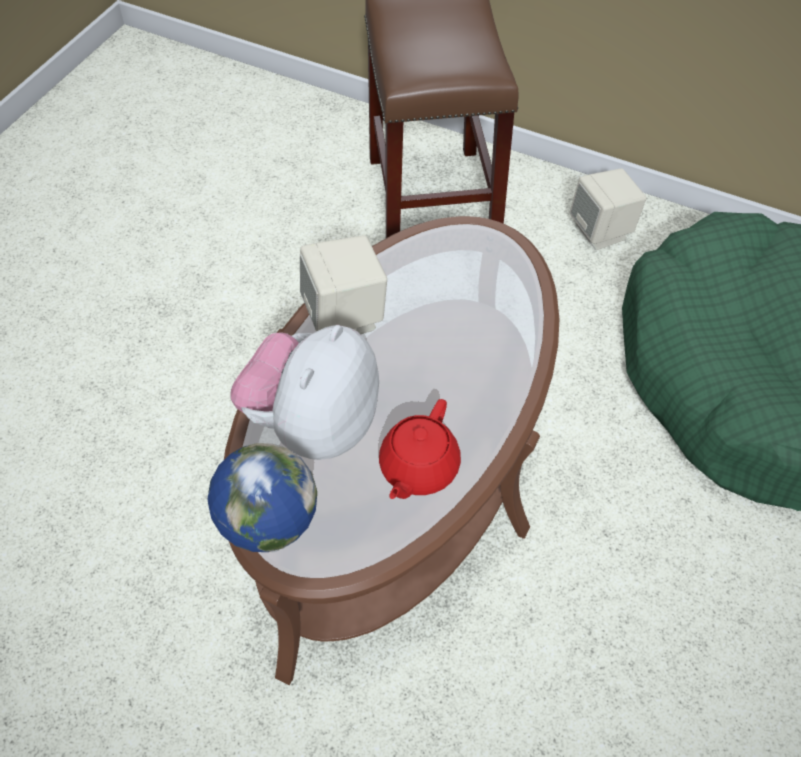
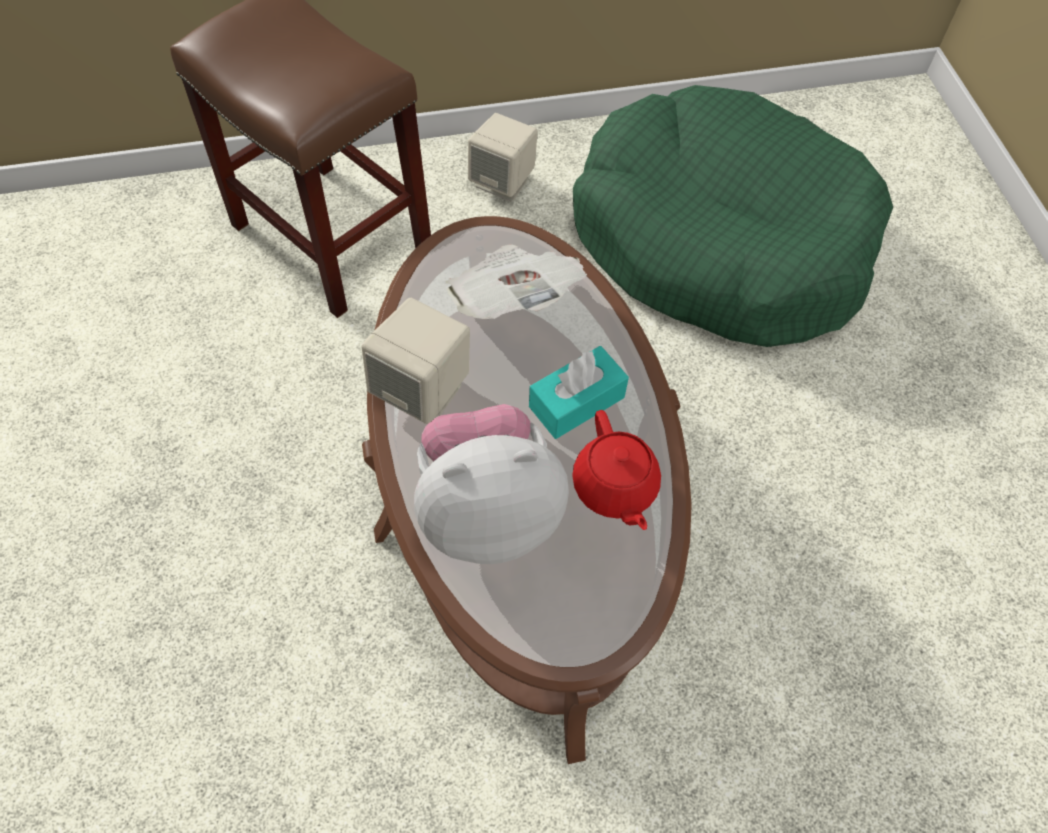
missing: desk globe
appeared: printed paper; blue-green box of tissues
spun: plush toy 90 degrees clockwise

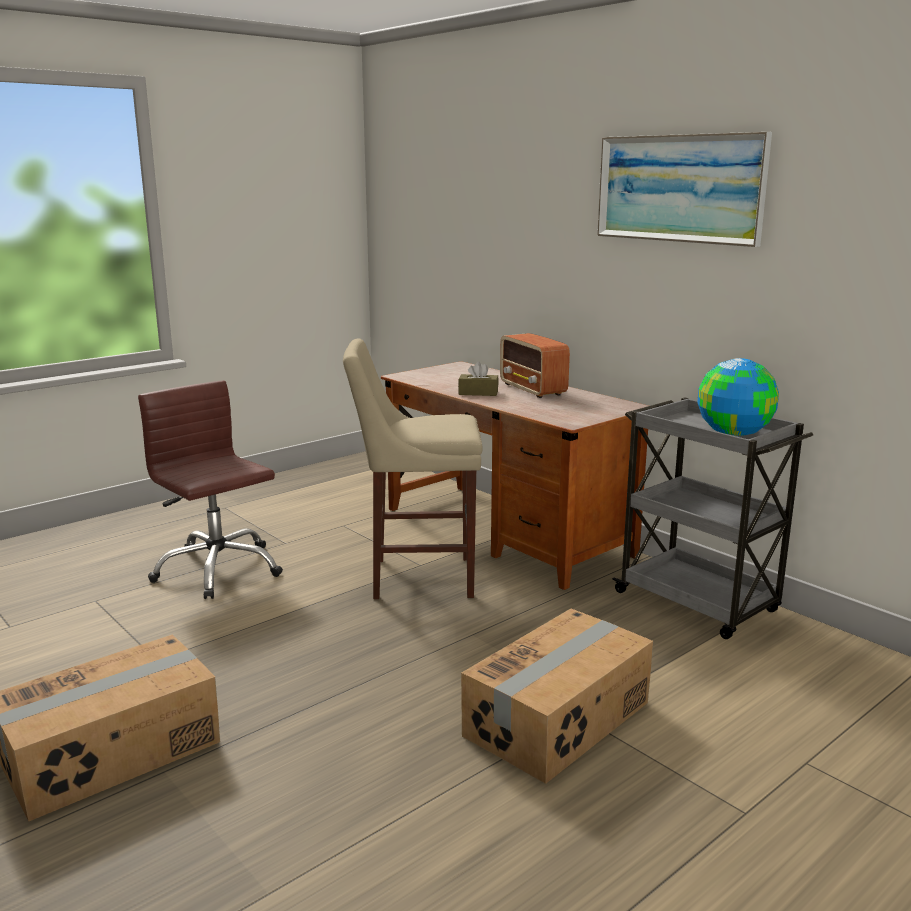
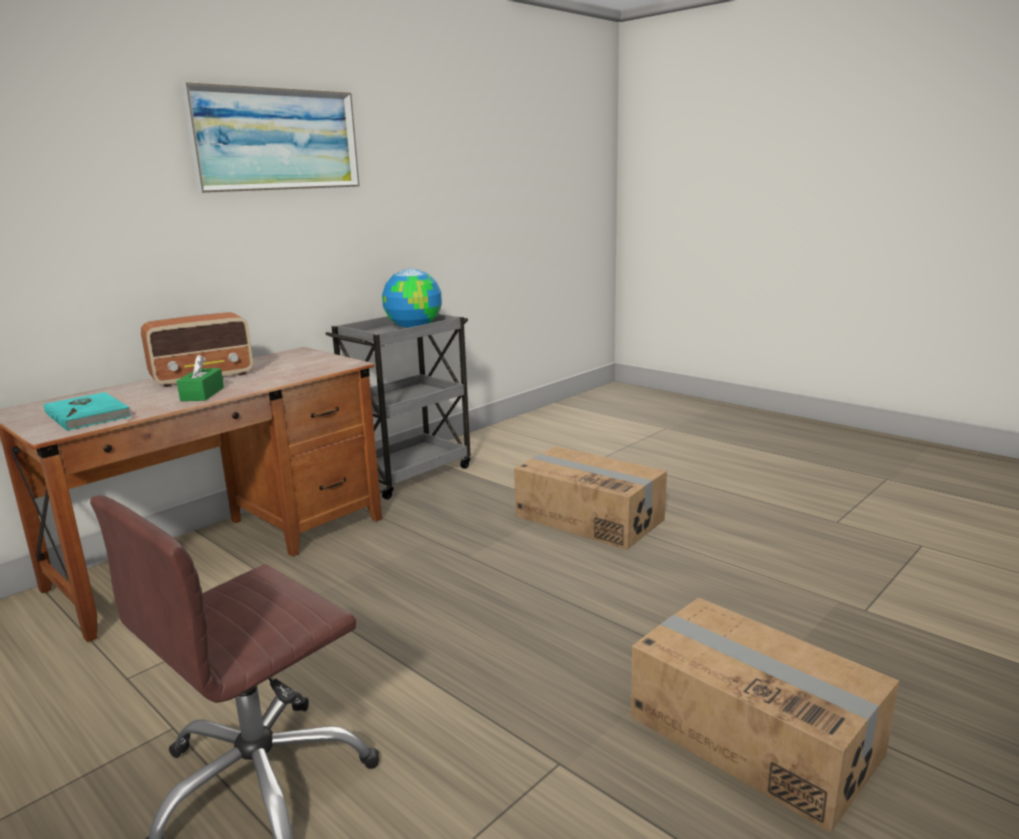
missing: beige-coloured sitting stool
appeared: blue-green book
colour: brown-coloured box of tissues to greenish box of tissues

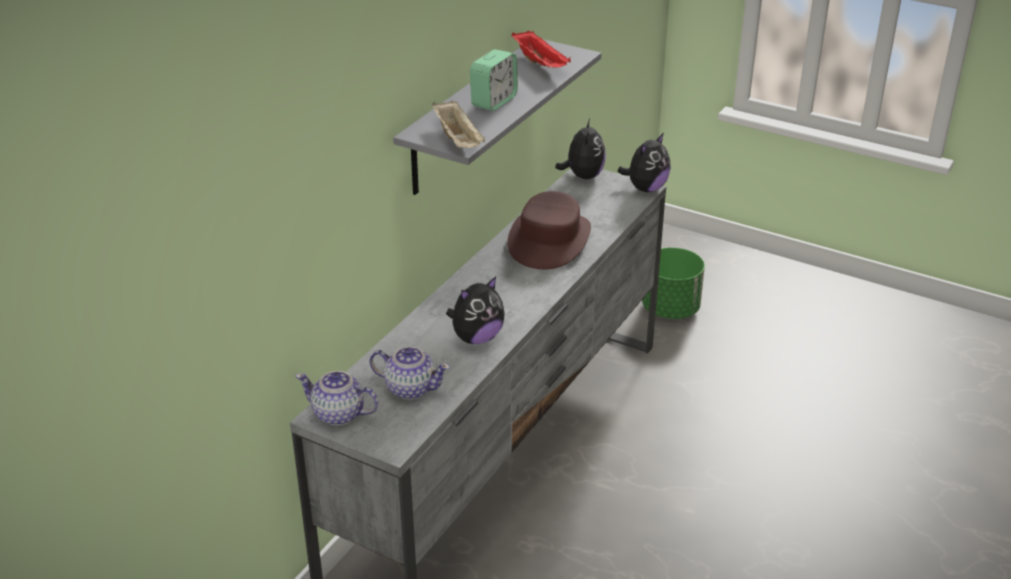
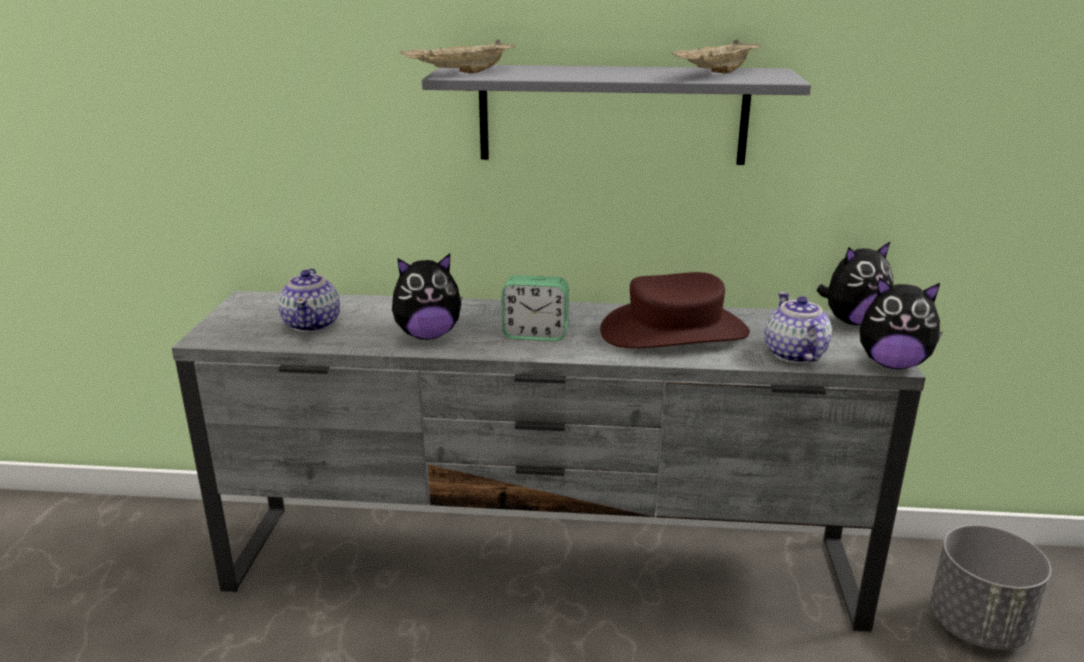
relocated: pot for tea (no. 1 from left in the first image) to pot for tea (no. 2 from left); alarm clock
colour: reddish tray to beige-coloured tray (no. 2 from left); greenish plant pot to grey plant pot
spun: plush toy (no. 1 from left) 45 degrees counterclockwise

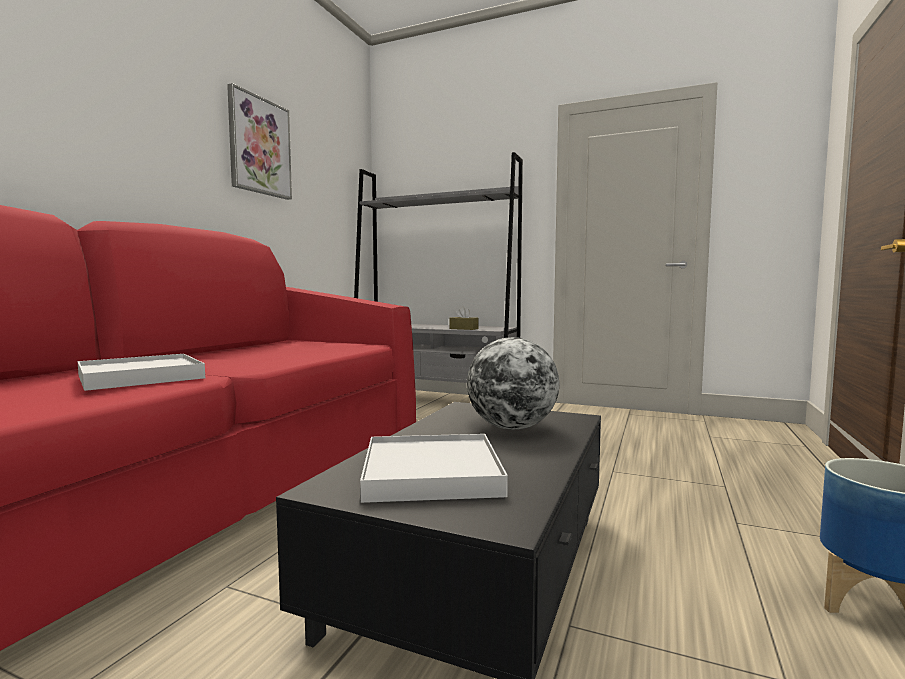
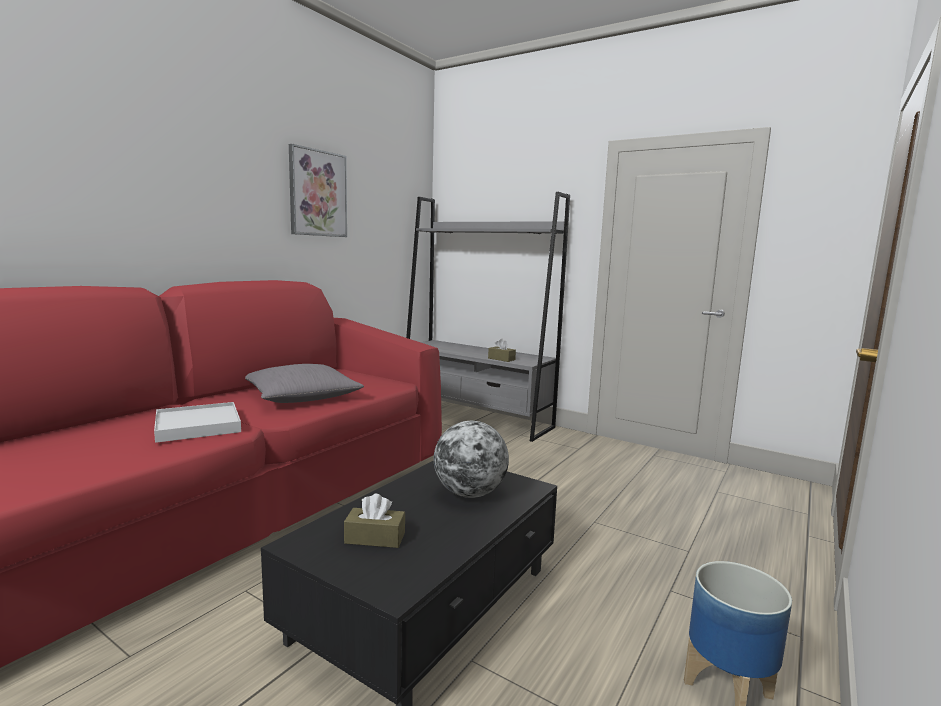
appeared: grey throw pillow
exchanged: white tray (no. 2 from left) to brown-coloured box of tissues (no. 1 from left)

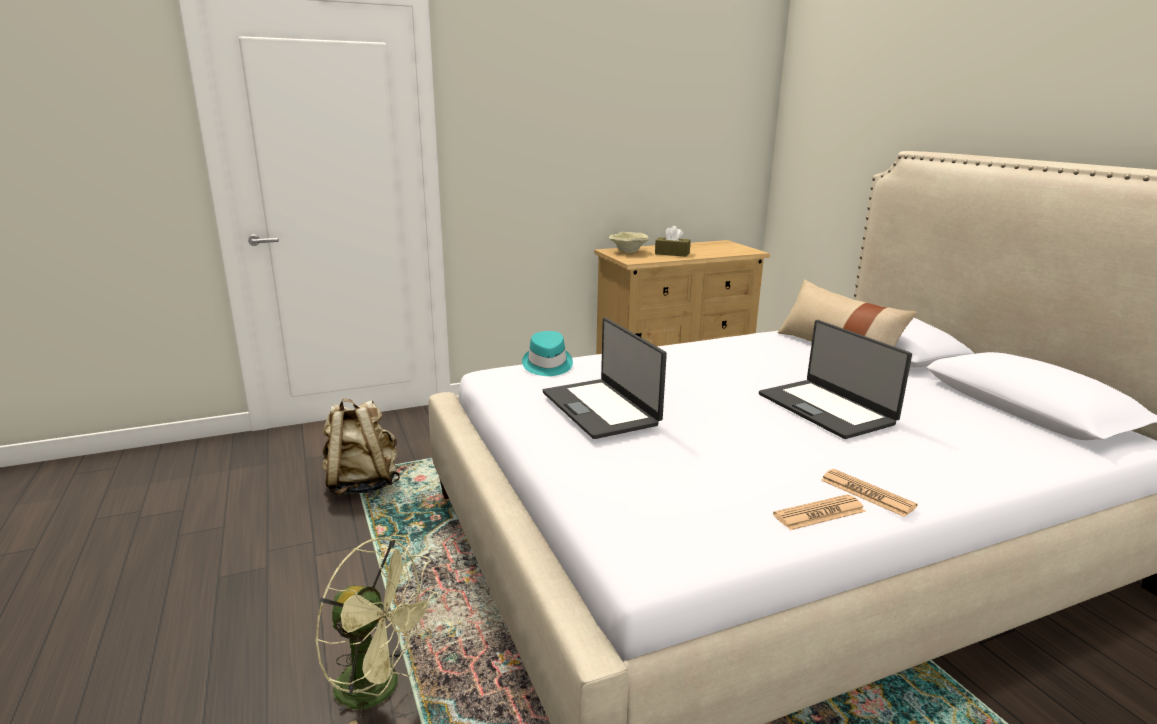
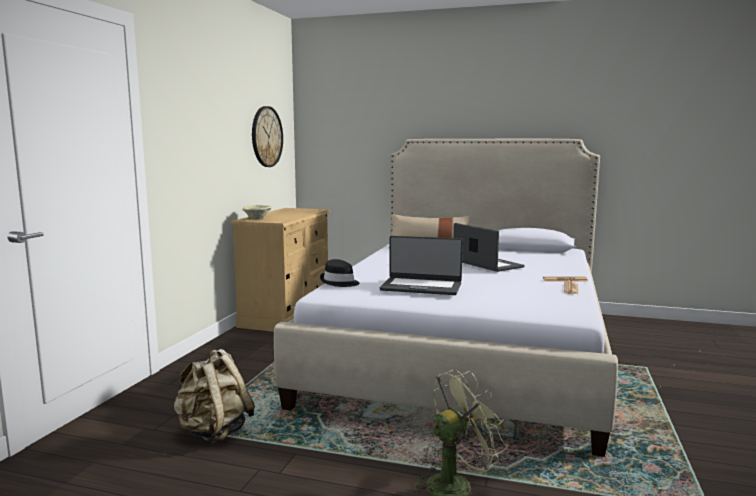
missing: brown-coloured box of tissues
appeared: hanging clock
colour: blue-green wearable hat to blackish wearable hat
spun: portable computer (no. 2 from left) 135 degrees counterclockwise

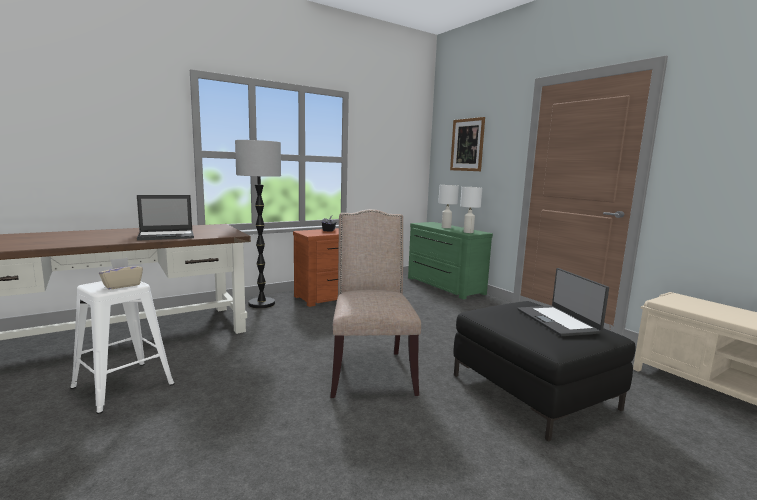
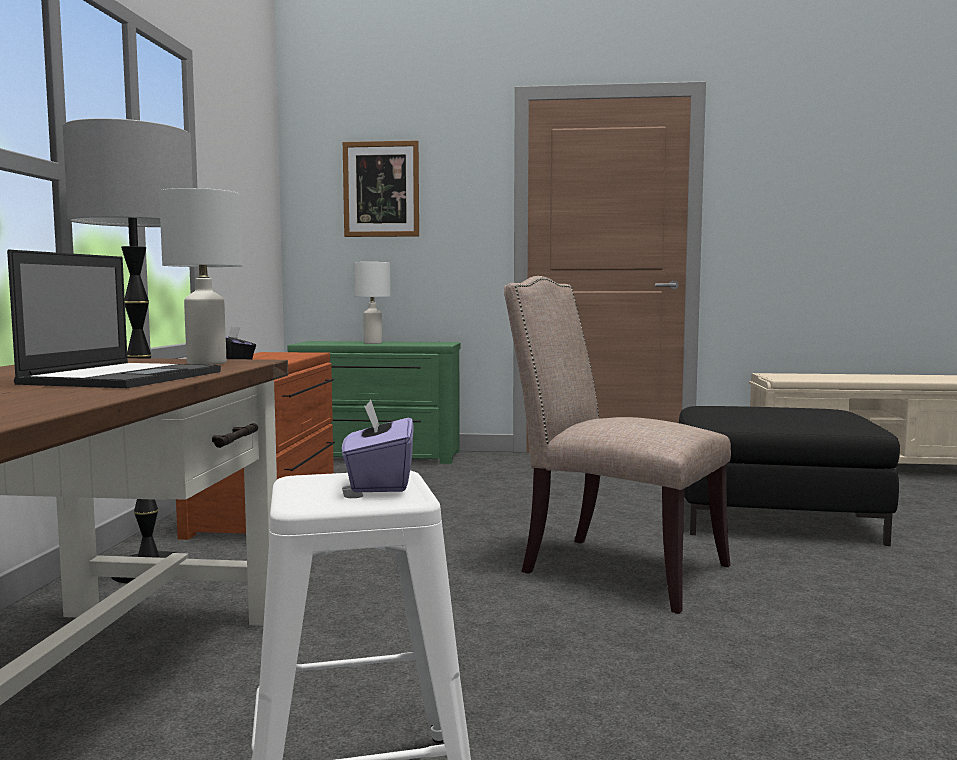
missing: portable computer (no. 2 from left)
relocated: white lamp for a table (no. 2 from left in the first image) to white lamp for a table (no. 1 from left)
colour: beige-coloured box of tissues to purplish box of tissues

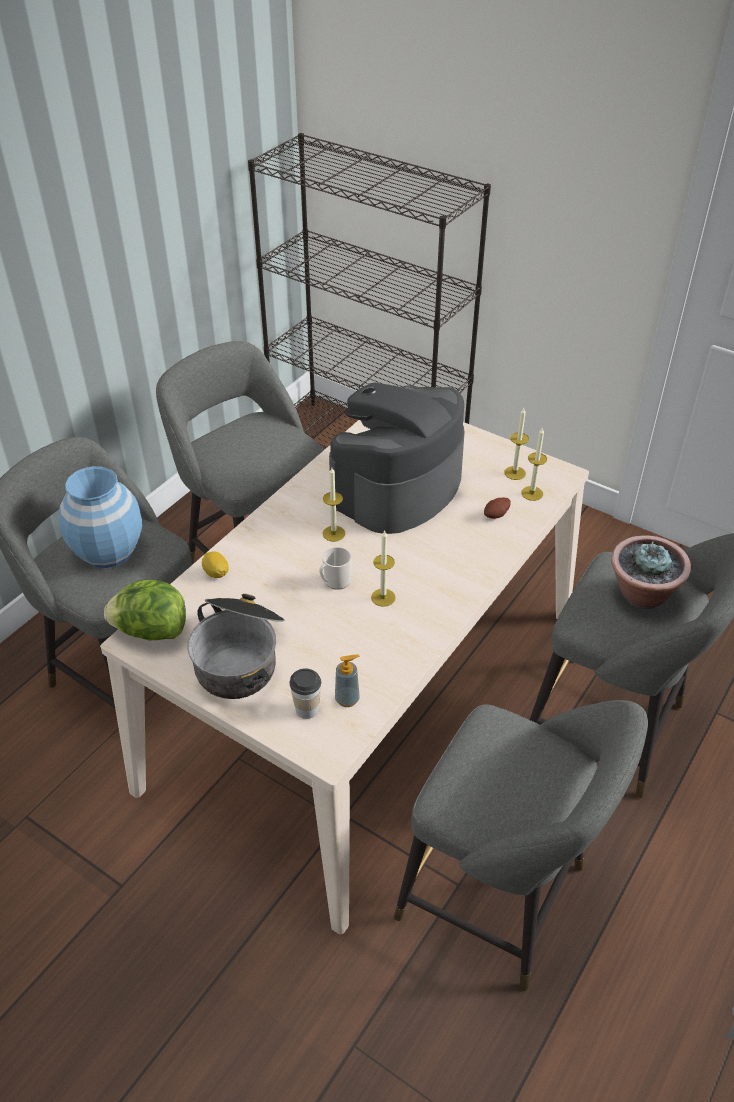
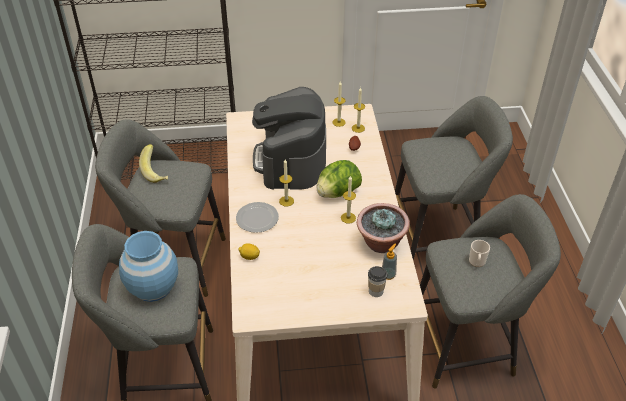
missing: stockpot
appeared: banana; plate
relocated: lettuce; coffee mug; plant in a pot

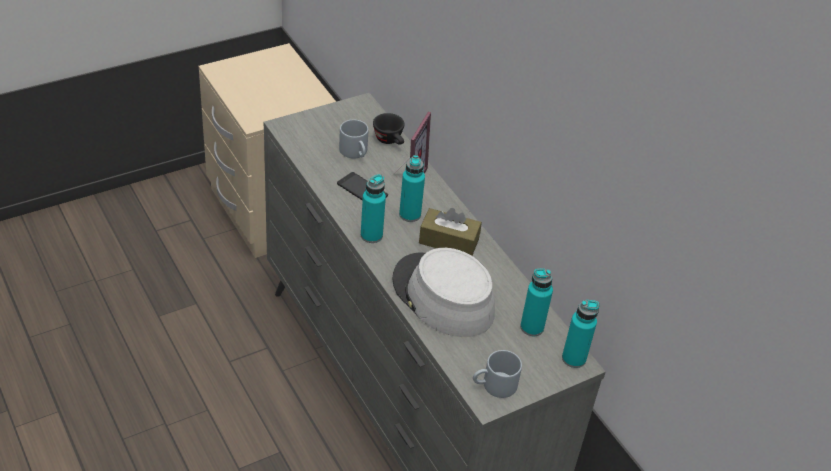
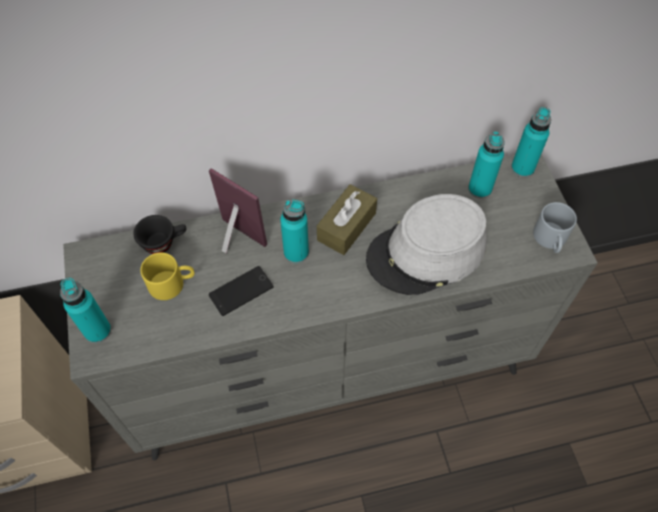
relocated: blue-green drink bottle (no. 1 from left)
colour: grey coffee mug (no. 1 from left) to yellow coffee mug

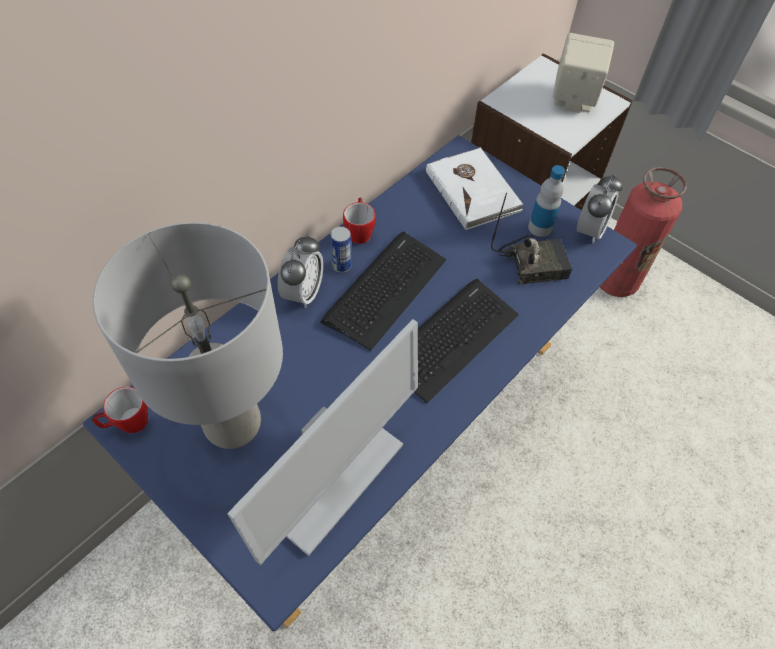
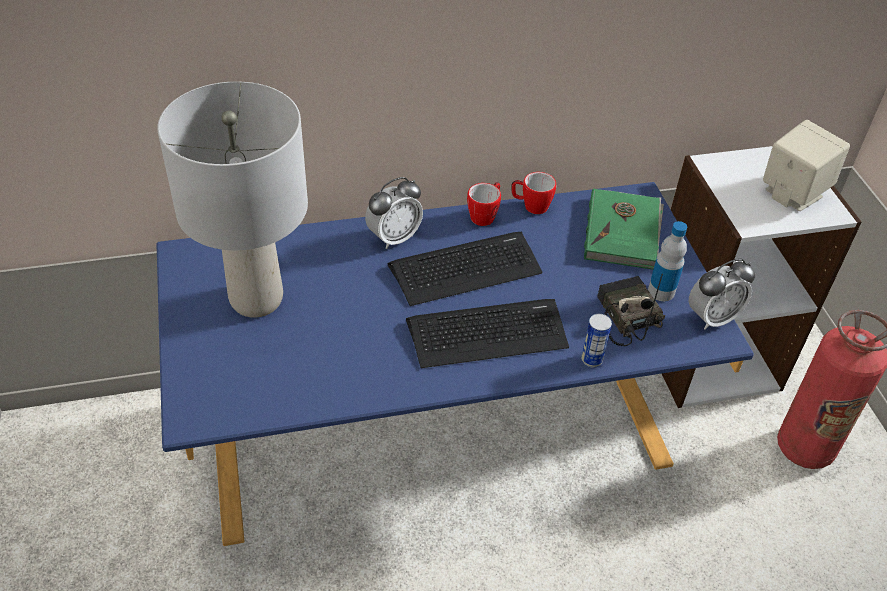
missing: computer display
relocated: coffee mug (no. 1 from left in the first image) to coffee mug (no. 2 from left); sealed can
colour: white book to greenish book
spun: radio receiver 135 degrees counterclockwise

